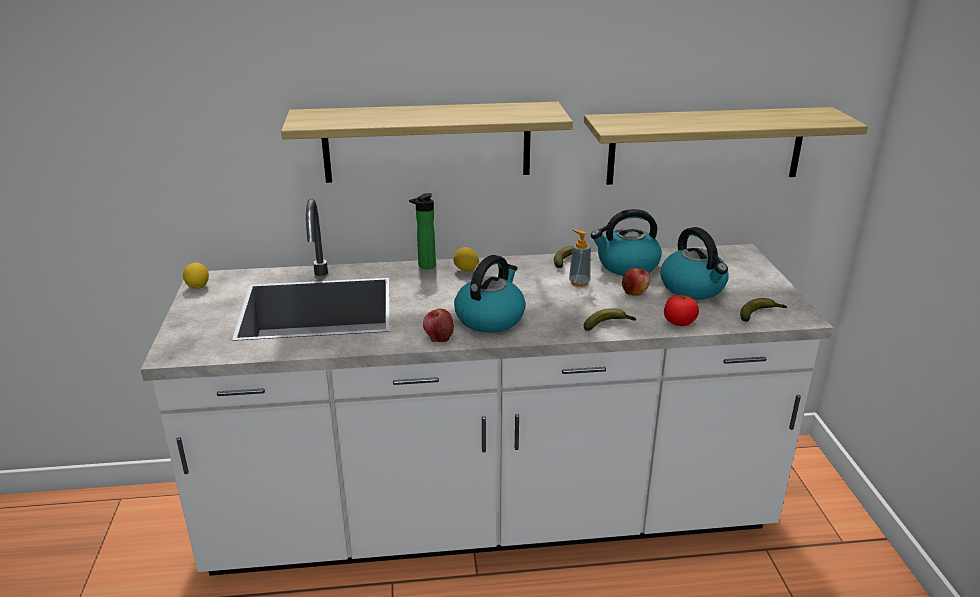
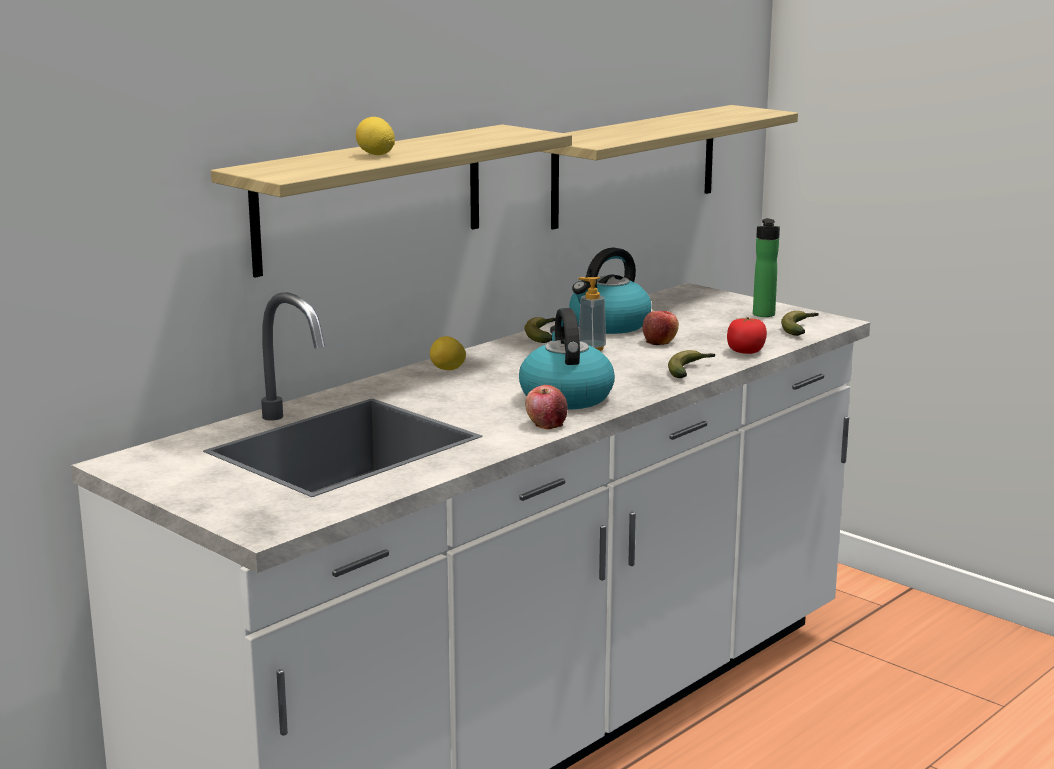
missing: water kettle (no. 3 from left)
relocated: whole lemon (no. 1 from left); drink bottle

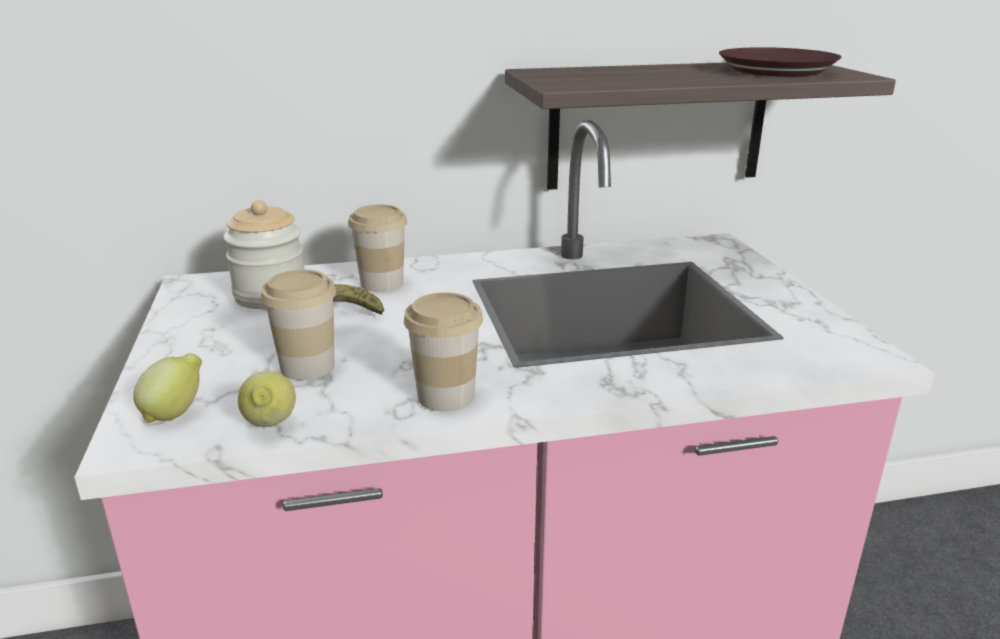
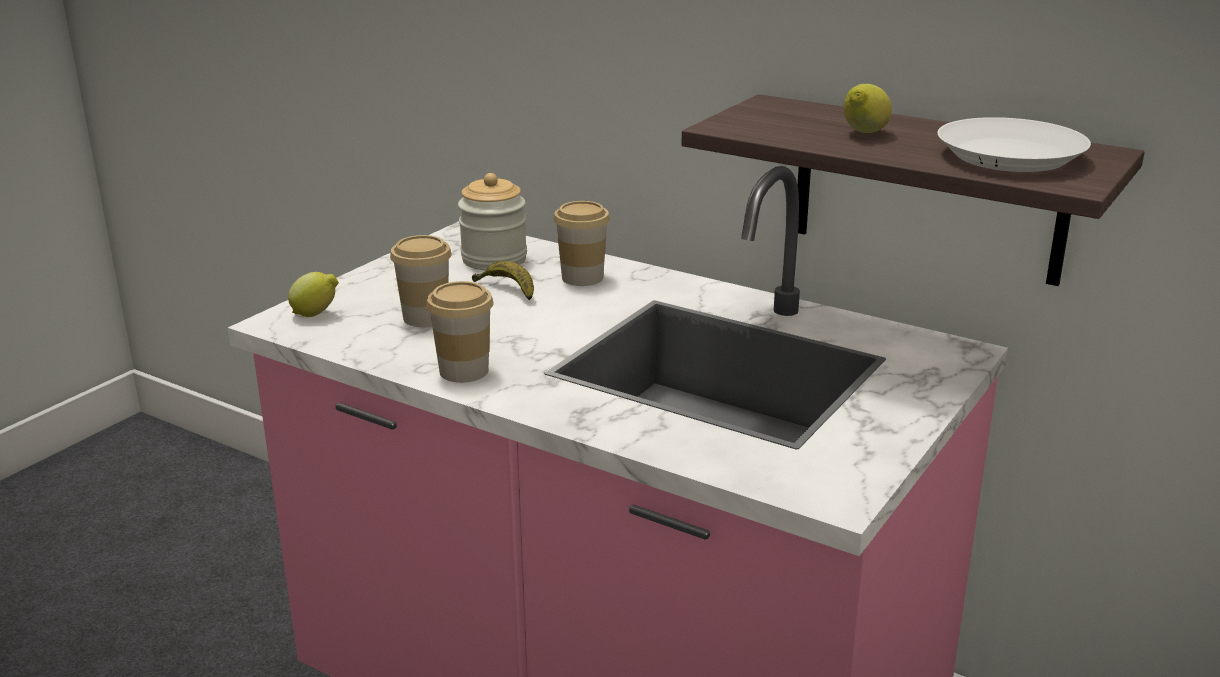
relocated: whole lemon (no. 2 from left)
colour: brown-coloured plate to white plate

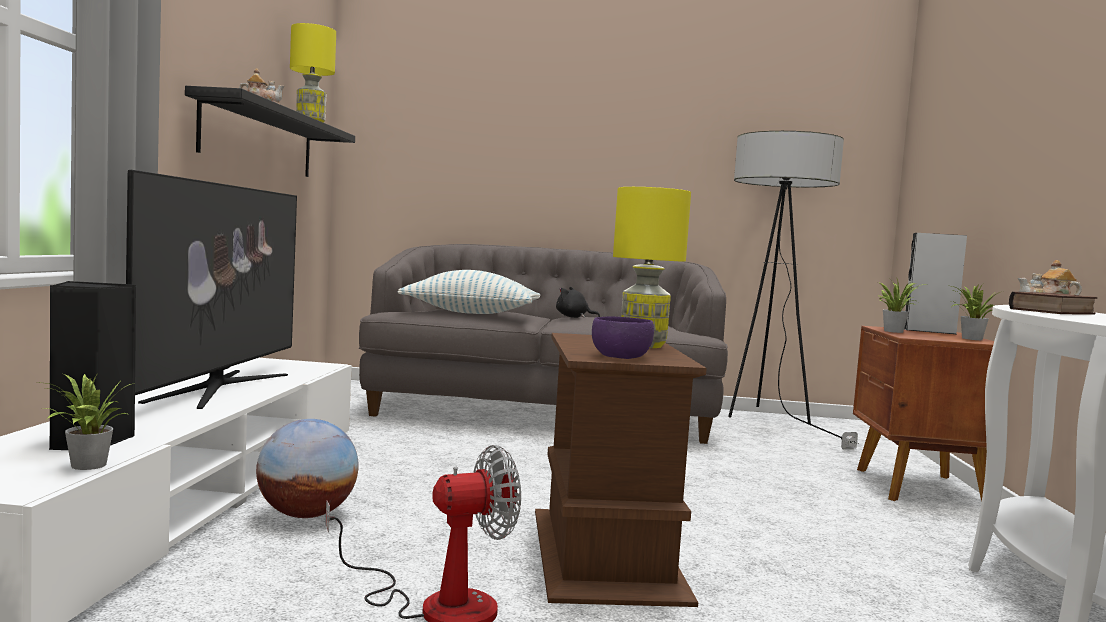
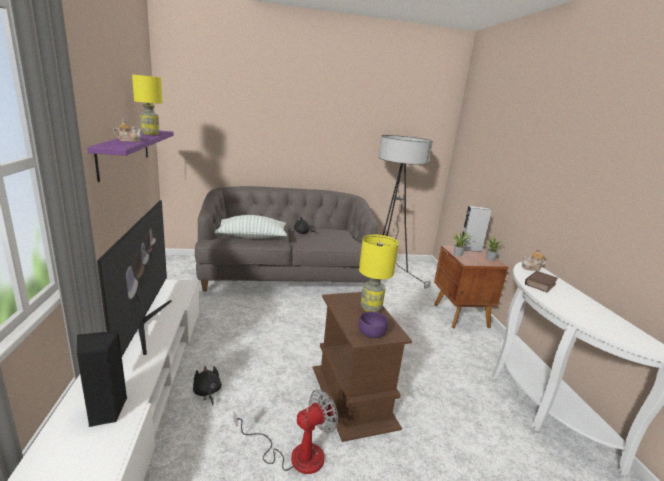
missing: plant in a pot (no. 1 from left)
exchanged: desk globe to blackish plush toy (no. 1 from left)
colour: blackish wall shelf to purplish wall shelf

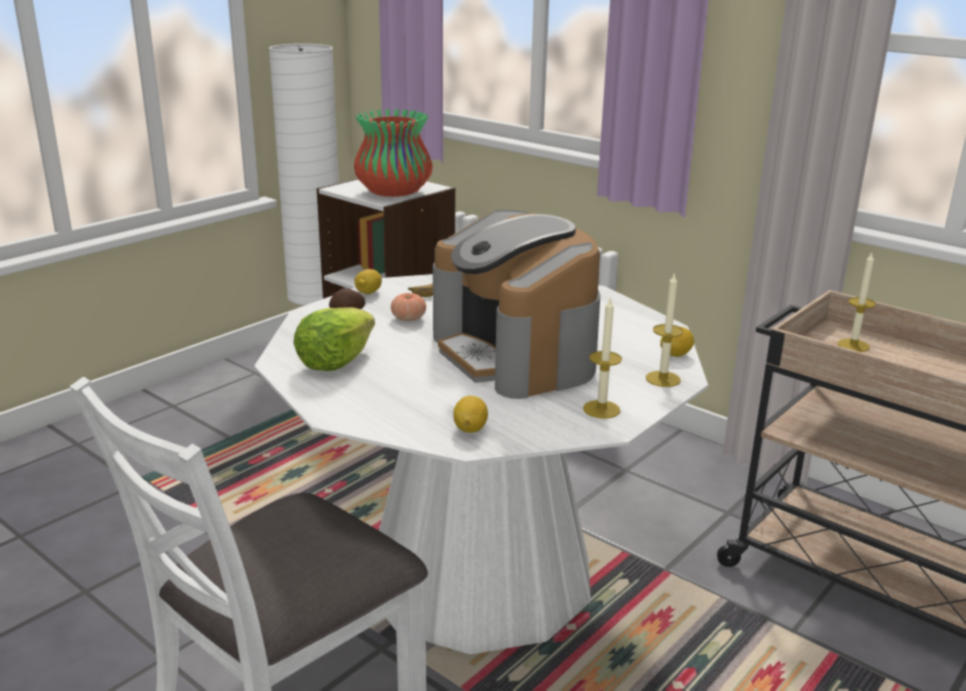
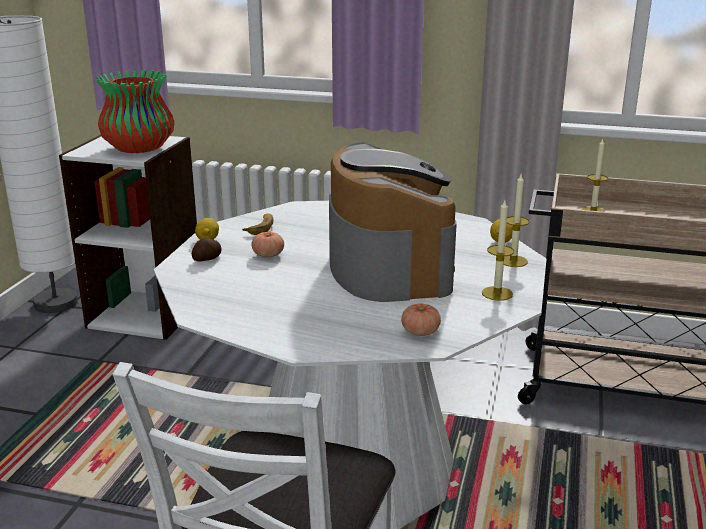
missing: lettuce
exchanged: whole lemon (no. 2 from left) to fresh tomato (no. 2 from left)
spun: coffee maker 135 degrees counterclockwise

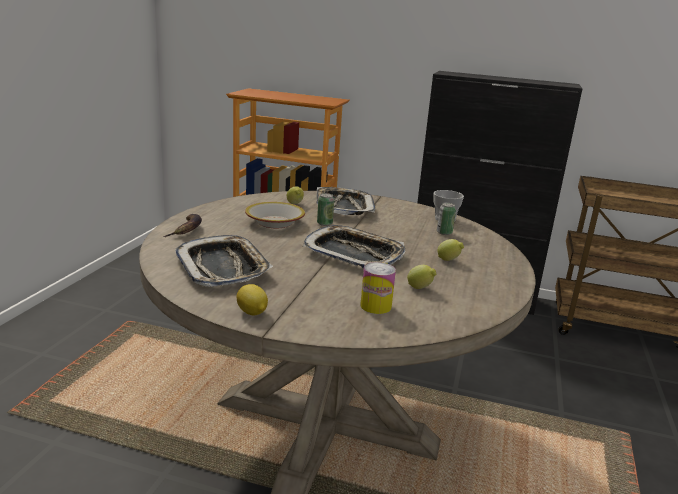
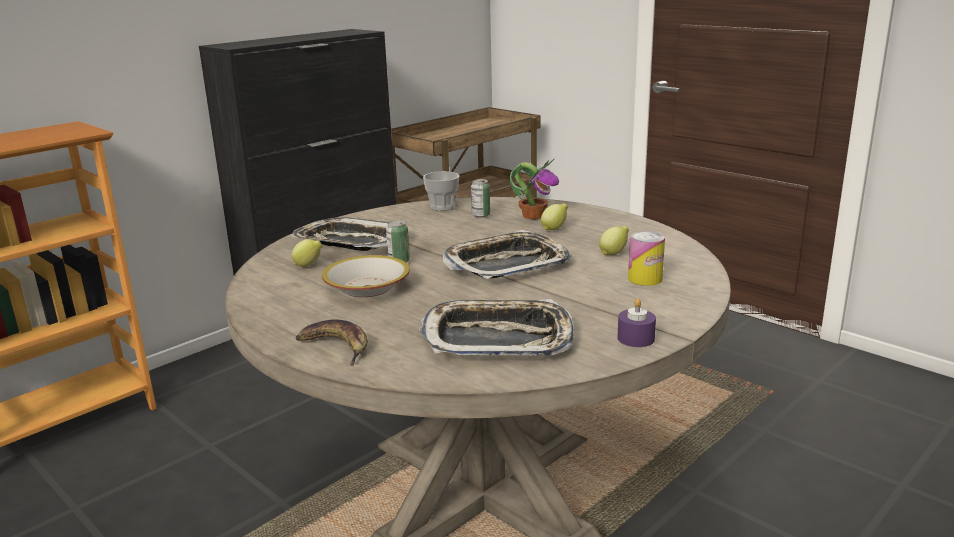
appeared: plant in a pot
exchanged: whole lemon (no. 1 from left) to purplish wax light

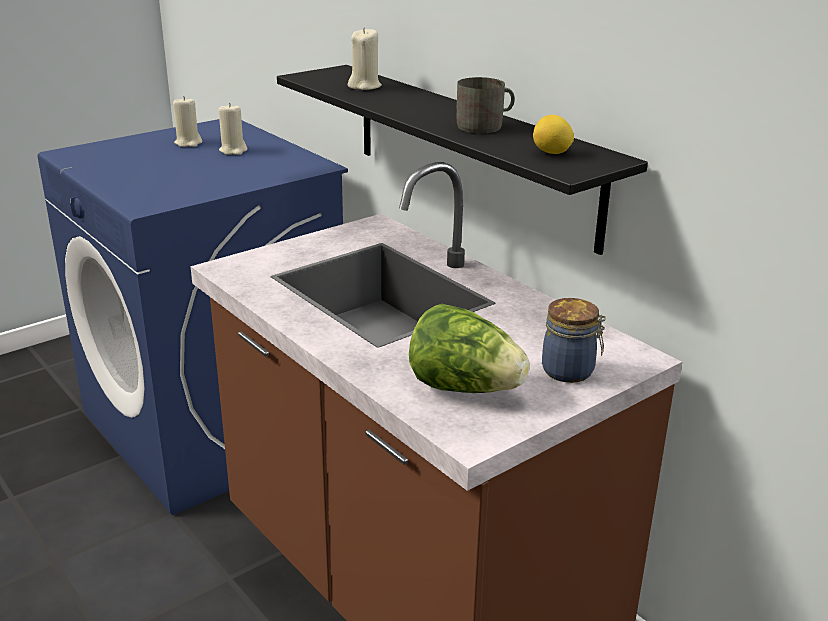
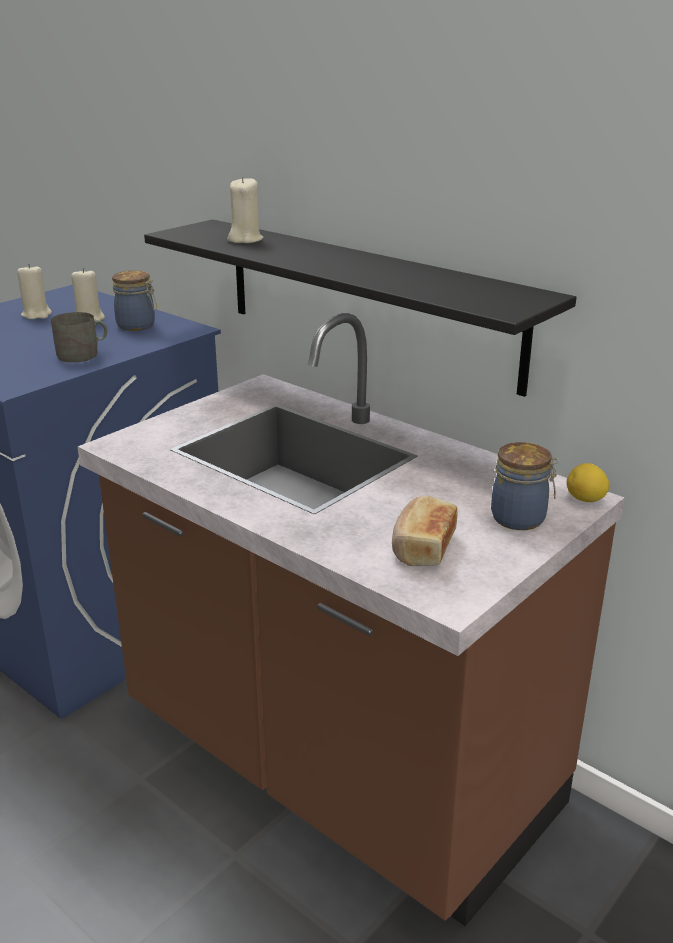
appeared: jar (no. 1 from left)
relocated: grey coffee mug; whole lemon
exchanged: lettuce to baked bread

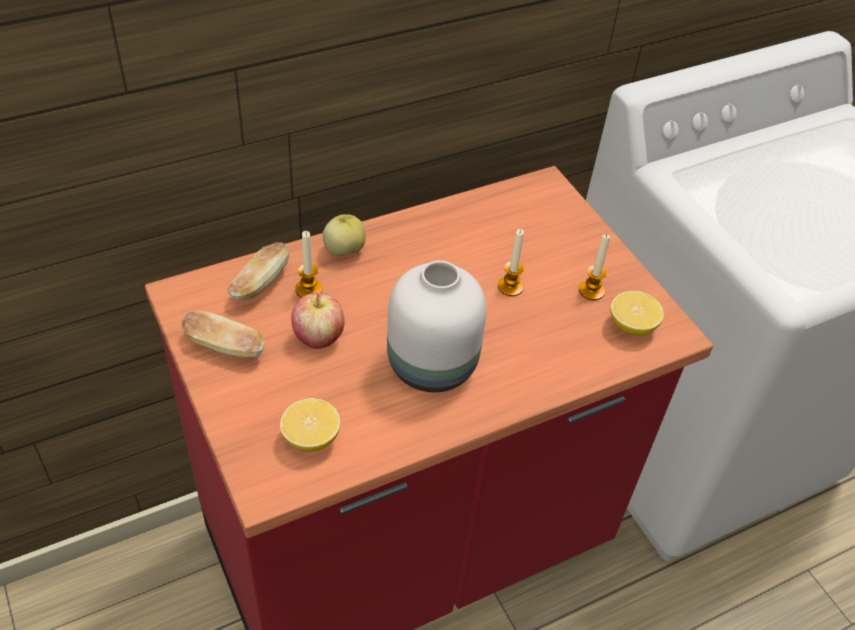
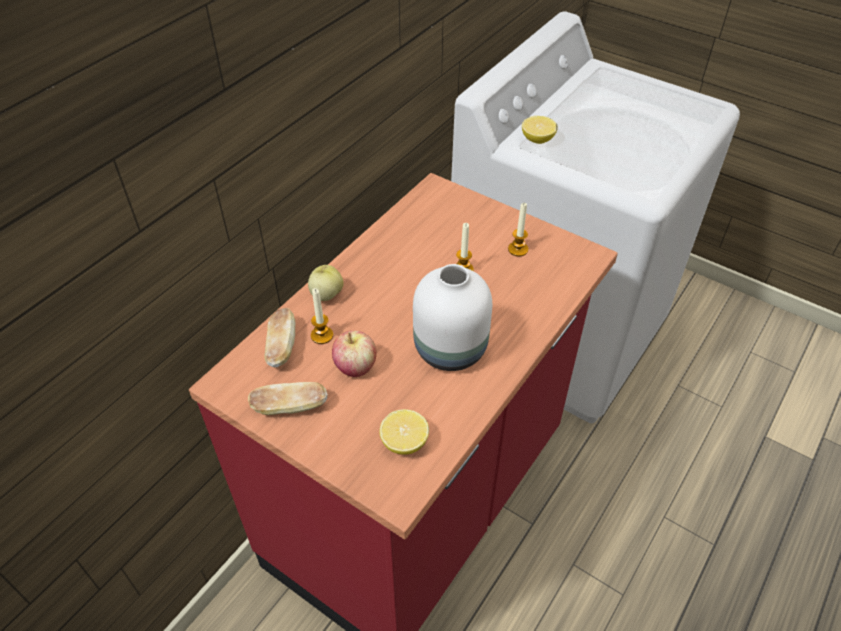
relocated: whole lemon (no. 2 from left)

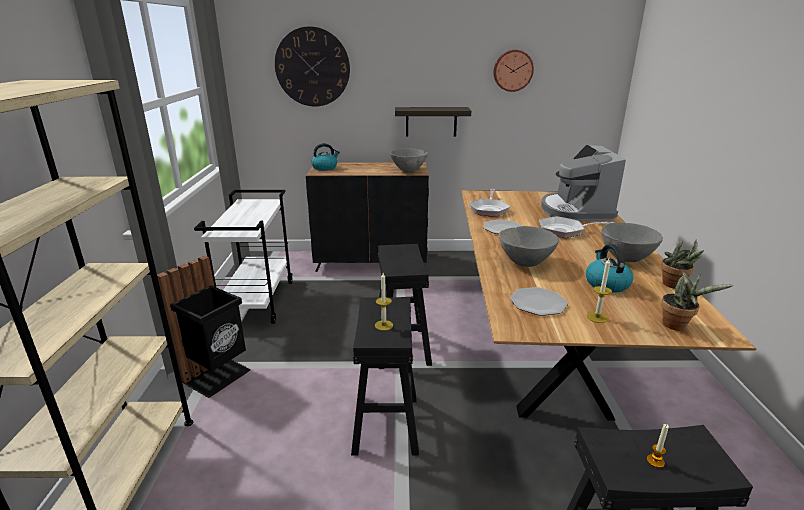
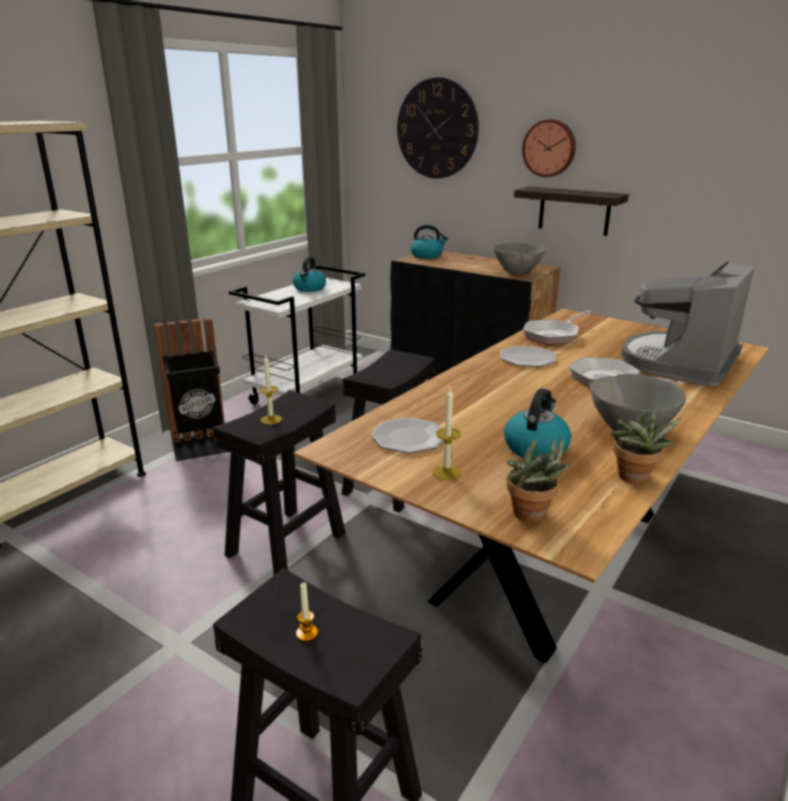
missing: grey serving bowl (no. 2 from left)
appeared: water kettle (no. 1 from left)
relocated: hanging clock (no. 2 from left)

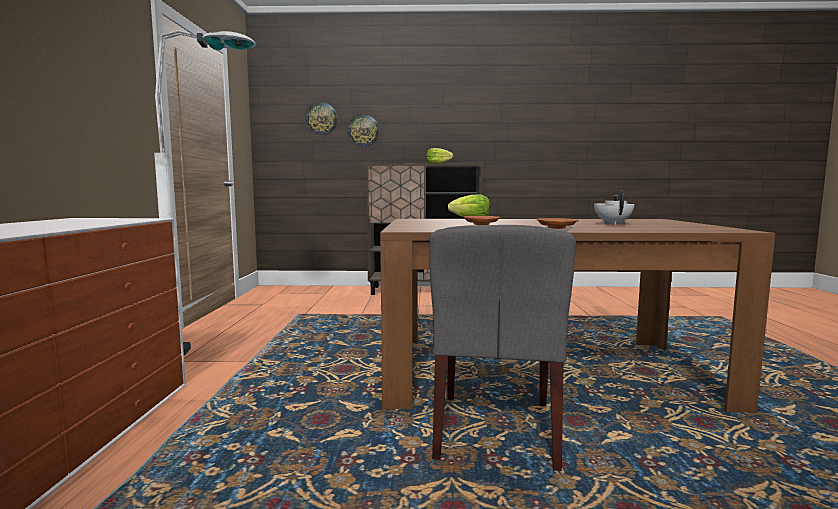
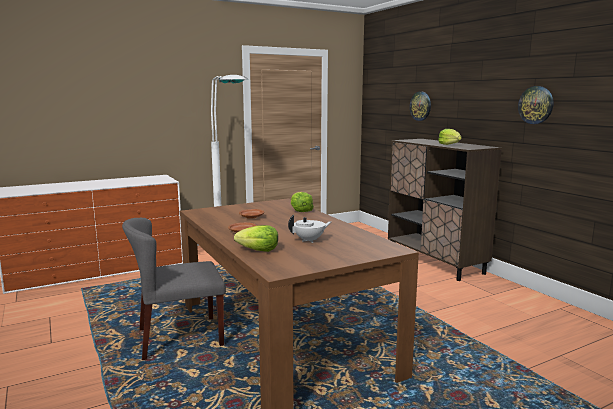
appeared: lettuce (no. 1 from left)
relocated: hanging clock (no. 1 from left in the first image) to hanging clock (no. 2 from left)

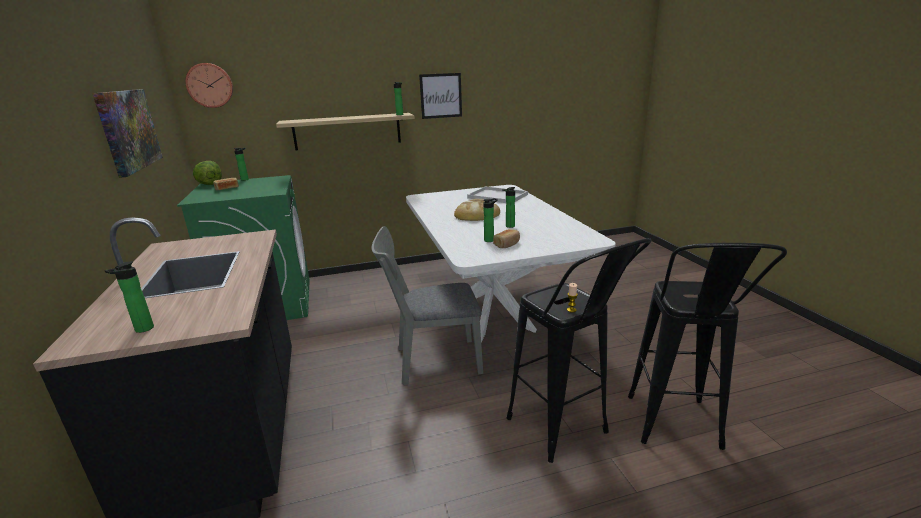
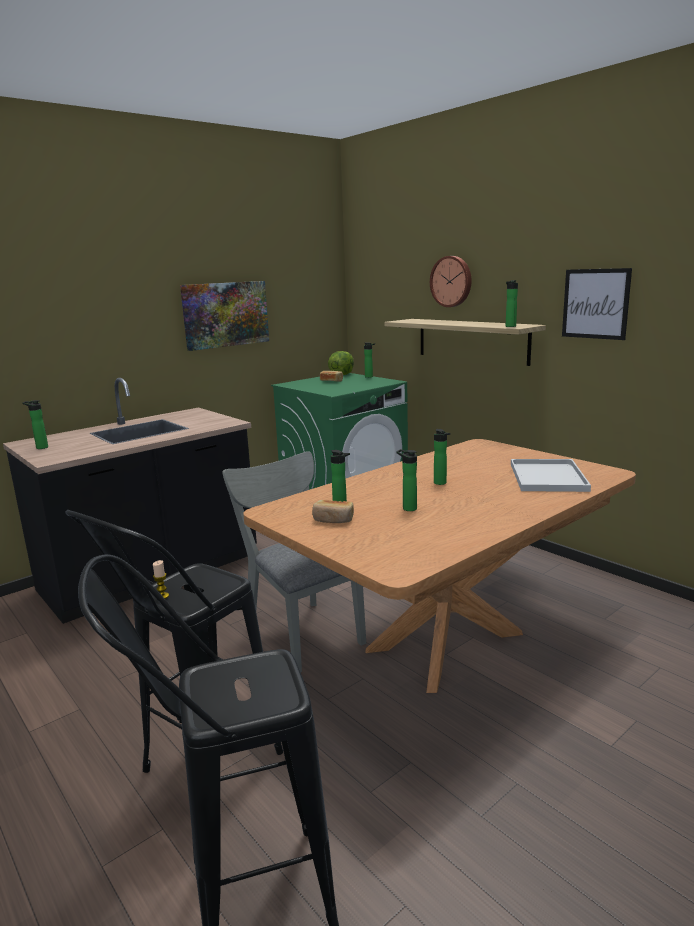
relocated: hanging clock
exchanged: baked bread (no. 2 from left) to drink bottle (no. 5 from left)
colour: white dinner table to brown-coloured dinner table

